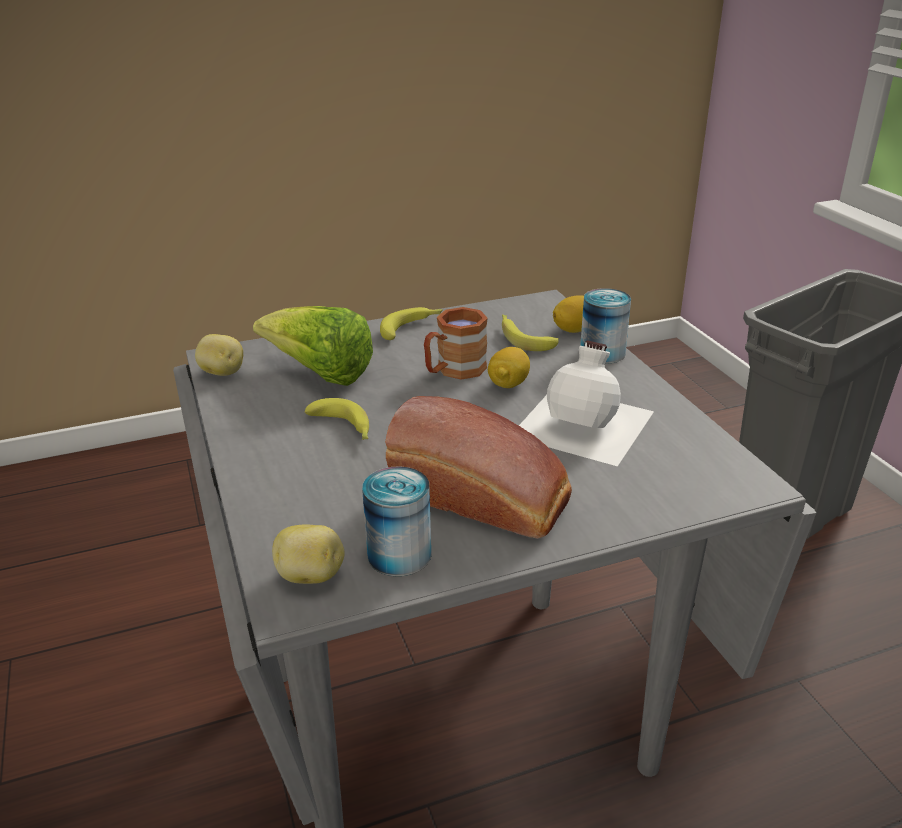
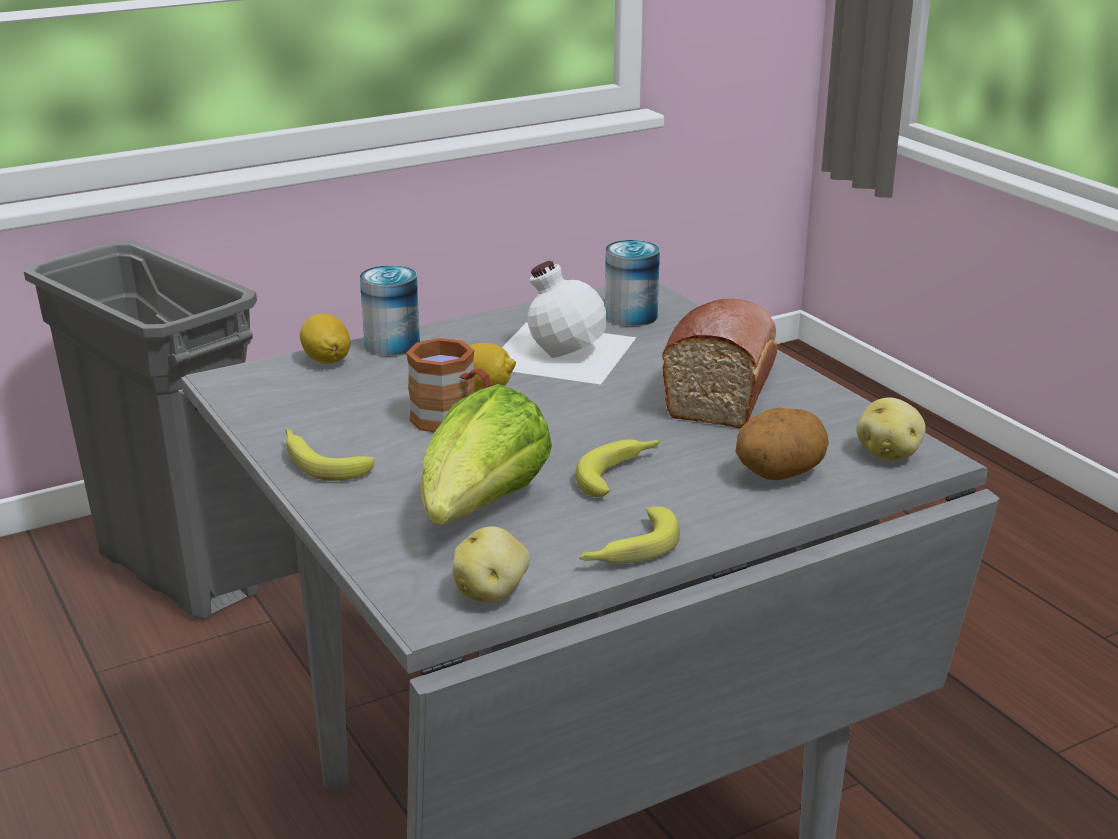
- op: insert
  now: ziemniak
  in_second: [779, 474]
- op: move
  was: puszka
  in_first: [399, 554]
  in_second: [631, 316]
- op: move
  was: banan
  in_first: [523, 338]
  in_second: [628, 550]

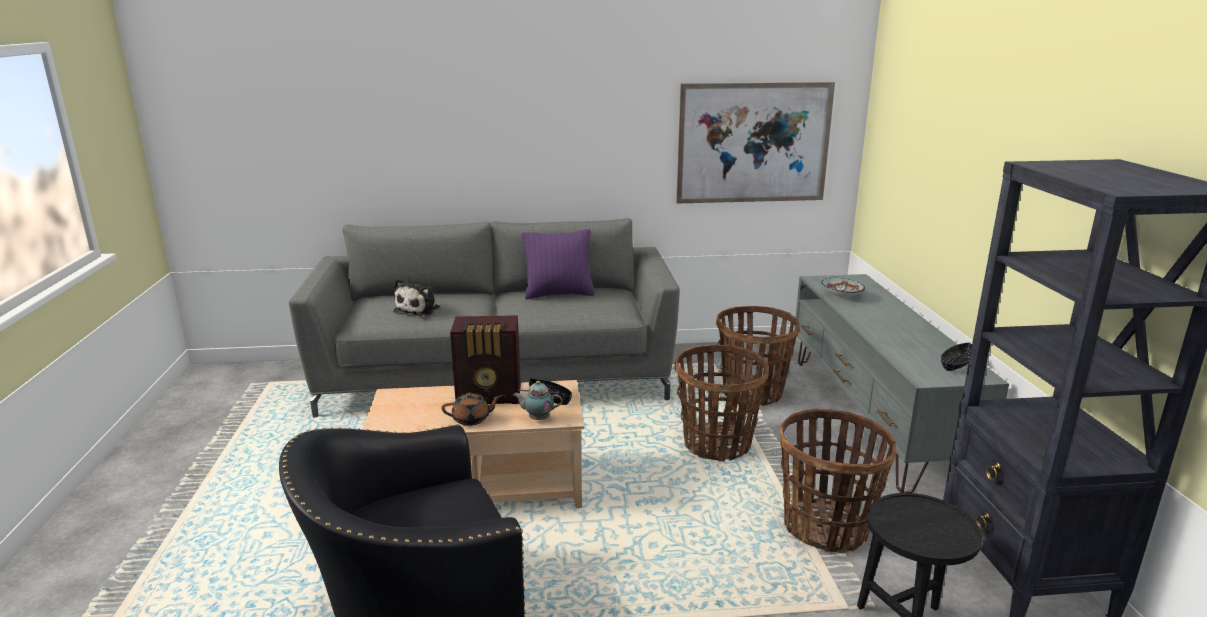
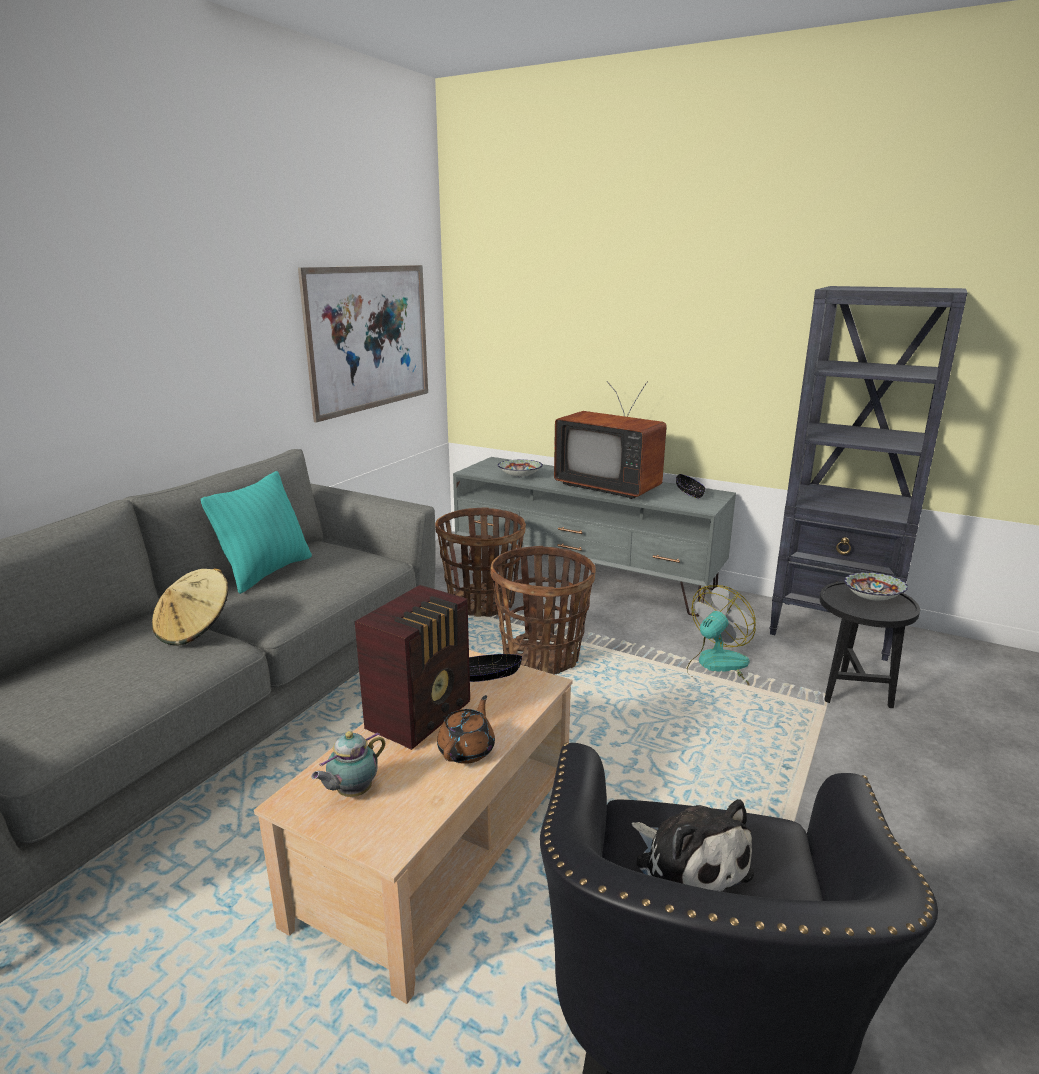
- op: insert
  now: kapelusz/beżowy
  in_second: [195, 629]
- op: insert
  now: telewizor
  in_second: [610, 486]
- op: insert
  now: miska
  in_second: [872, 598]
- op: move
  was: pluszak
  in_first: [419, 309]
  in_second: [688, 865]
- op: move
  was: imbryk
  in_first: [537, 419]
  in_second: [352, 792]
- op: replace
  was: koszyk
  now: wentylator
  in_first: [826, 528]
  in_second: [716, 667]
- op: recolor
  was: poduszka/fioletowy
  now: poduszka/turkusowy
  in_first: [559, 294]
  in_second: [267, 572]

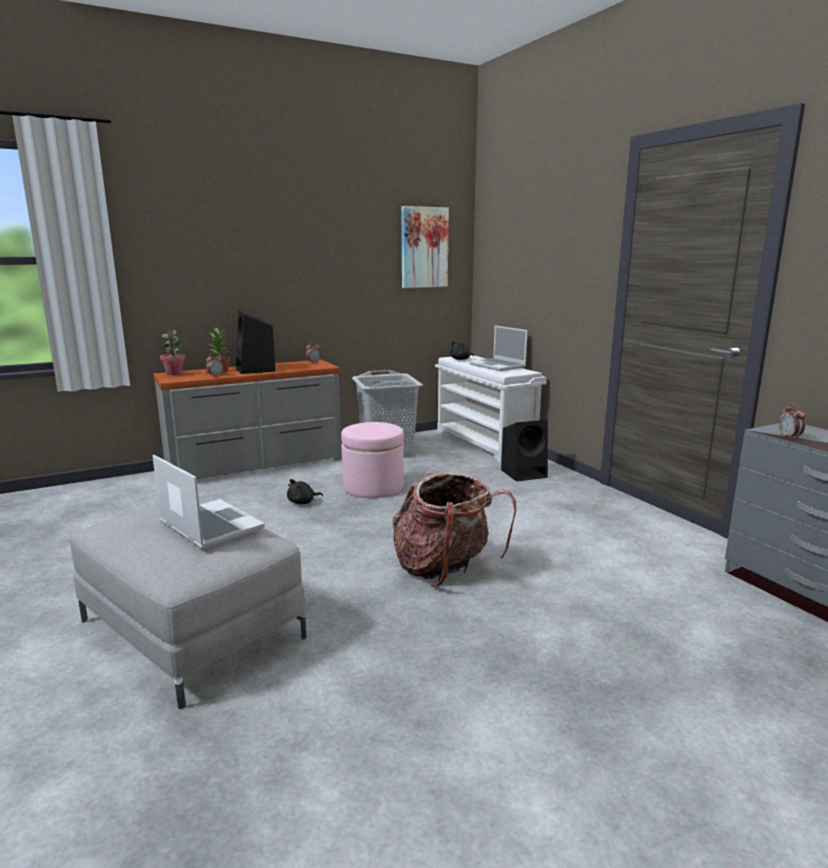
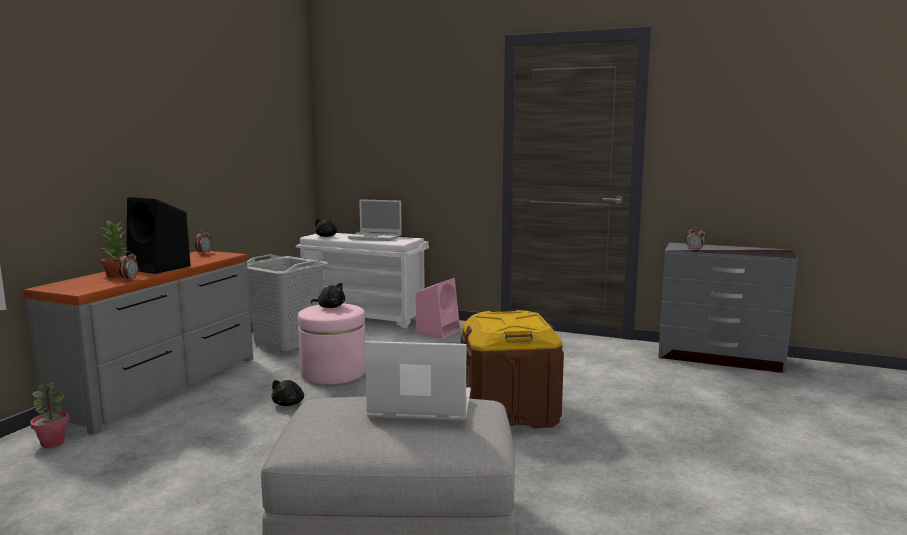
- op: delete
  was: obraz
  in_first: [424, 247]
- op: insert
  now: pluszak/czarny
  in_second: [330, 307]
- op: move
  was: roślina doniczkowa
  in_first: [174, 374]
  in_second: [53, 443]
- op: replace
  was: plecak
  now: pojemnik do przechowywania/brązowy
  in_first: [445, 569]
  in_second: [509, 412]
- op: recolor
  was: głośnik/czarny
  now: głośnik/różowy
  in_first: [524, 473]
  in_second: [438, 331]

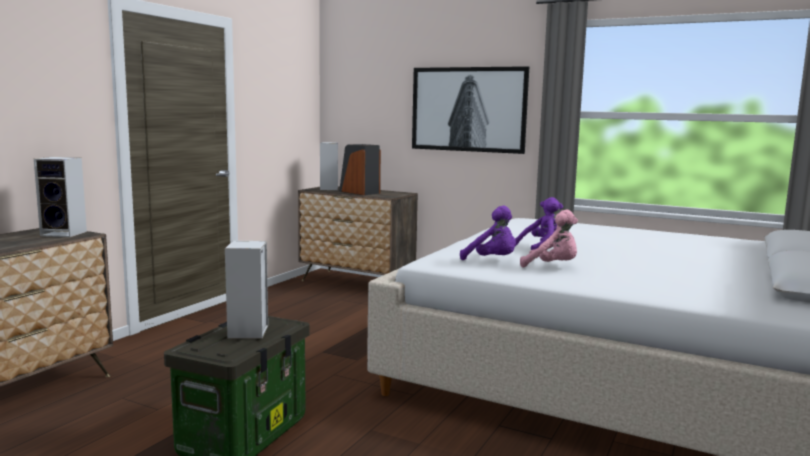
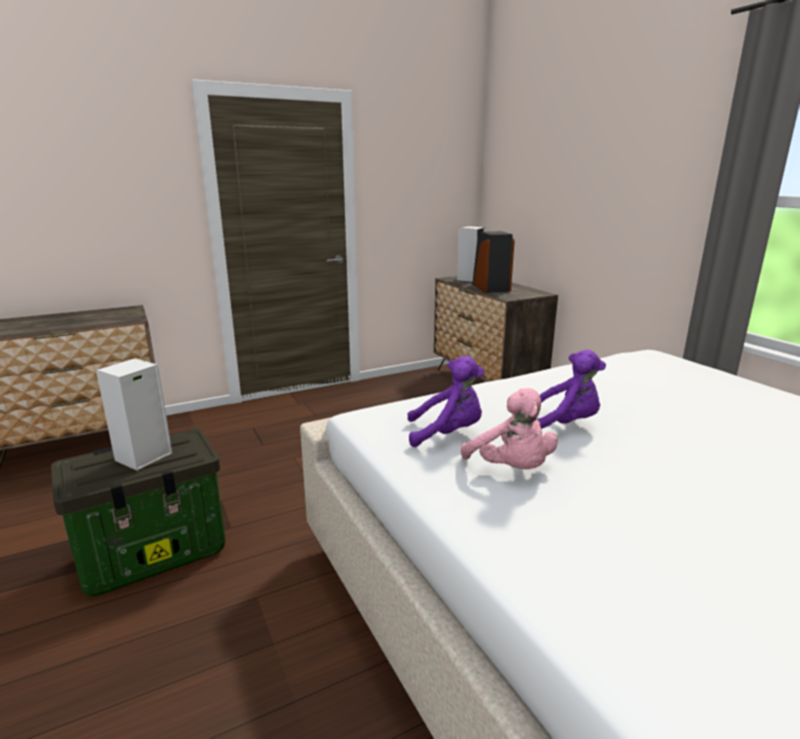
- op: delete
  was: głośnik
  in_first: [65, 233]
- op: delete
  was: obraz
  in_first: [468, 109]
- op: rotate
  was: pluszak/fioletowy
  in_first: [492, 261]
  in_second: [447, 434]
  clockwise: -75

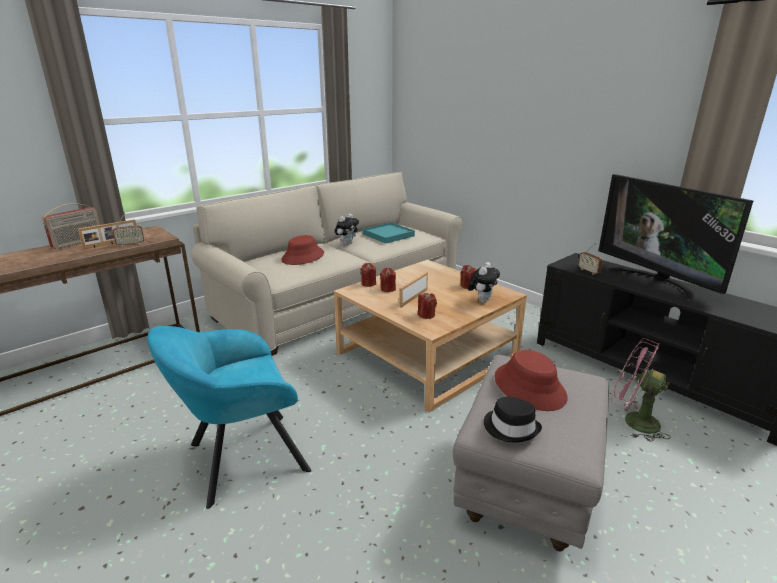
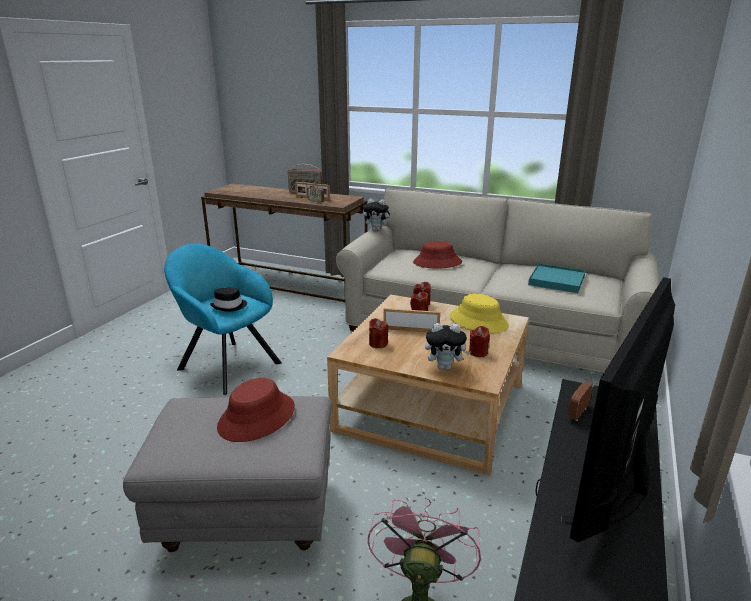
- op: insert
  now: kapelusz/żółty
  in_second: [478, 321]
- op: move
  was: pluszak
  in_first: [347, 243]
  in_second: [377, 230]
- op: move
  was: kapelusz/czarny
  in_first: [511, 427]
  in_second: [229, 306]

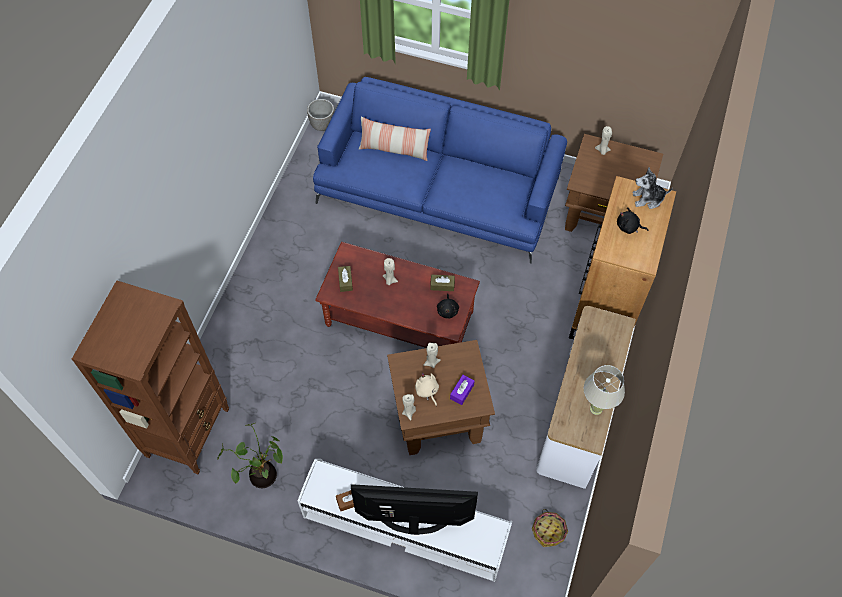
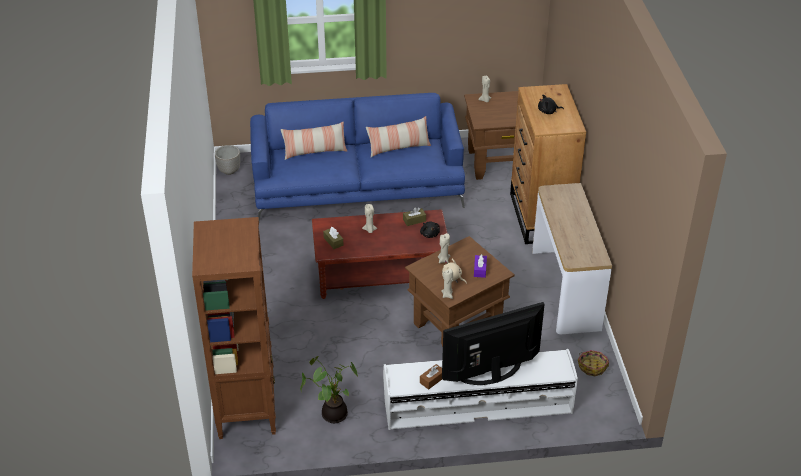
- op: delete
  was: lampa stołowa/beżowy
  in_first: [596, 409]
- op: delete
  was: pluszak
  in_first: [648, 199]
- op: insert
  now: poduszka
  in_second: [398, 147]

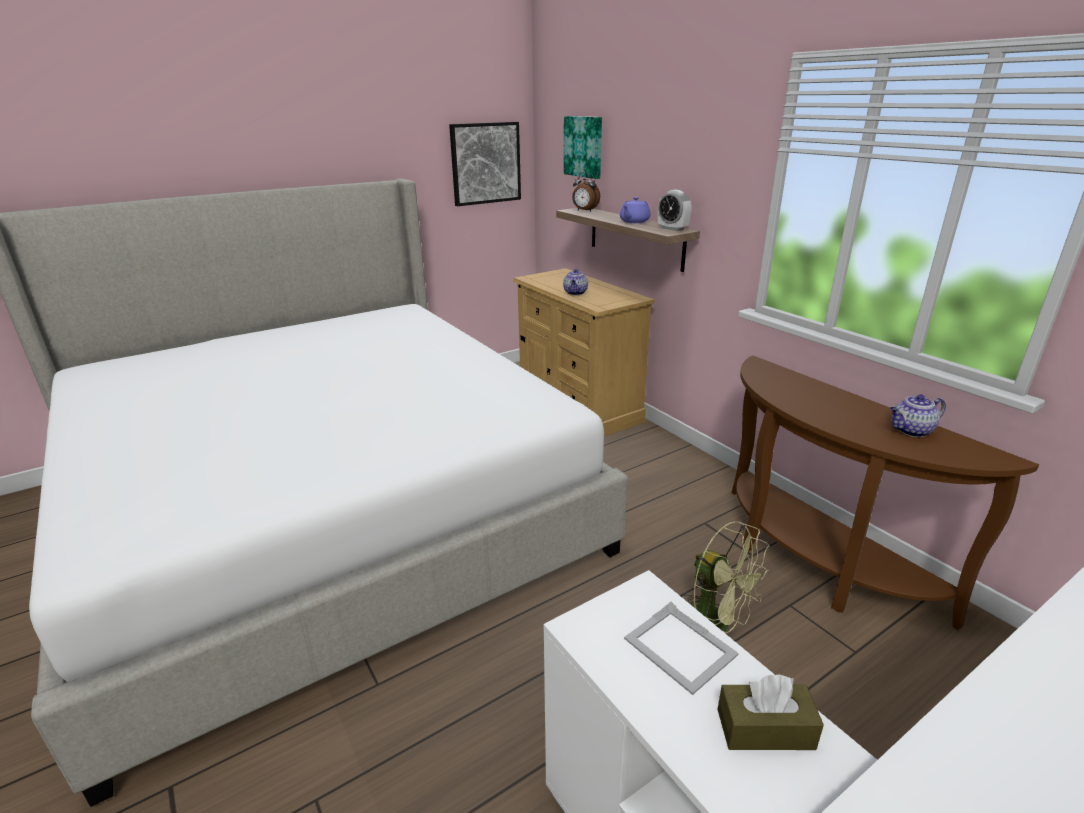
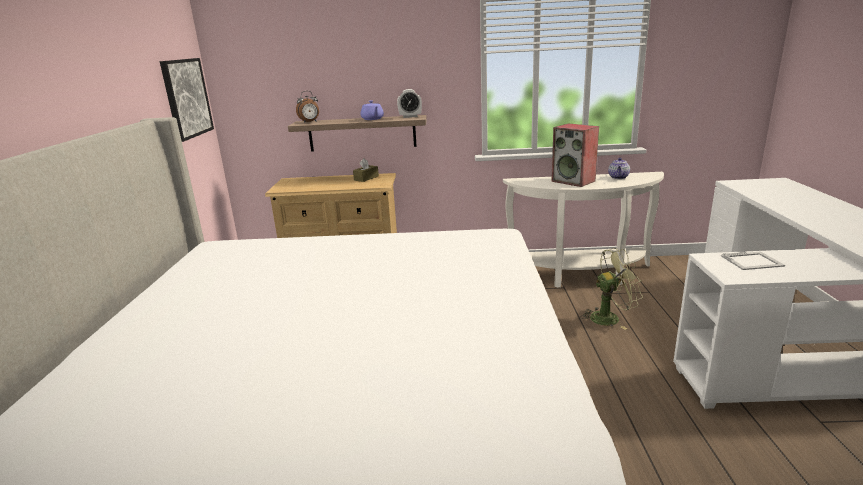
- op: delete
  was: imbryk
  in_first: [575, 293]
- op: delete
  was: obraz
  in_first: [584, 146]
- op: insert
  now: głośnik
  in_second: [574, 181]
- op: move
  was: pudełko chusteczek/brązowy
  in_first: [765, 729]
  in_second: [366, 178]
- op: recolor
  was: stolik konsolowy/brązowy
  now: stolik konsolowy/biały
  in_first: [811, 561]
  in_second: [581, 276]

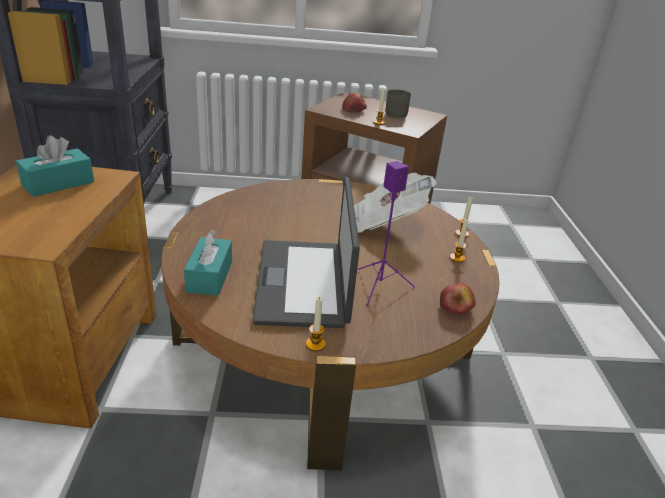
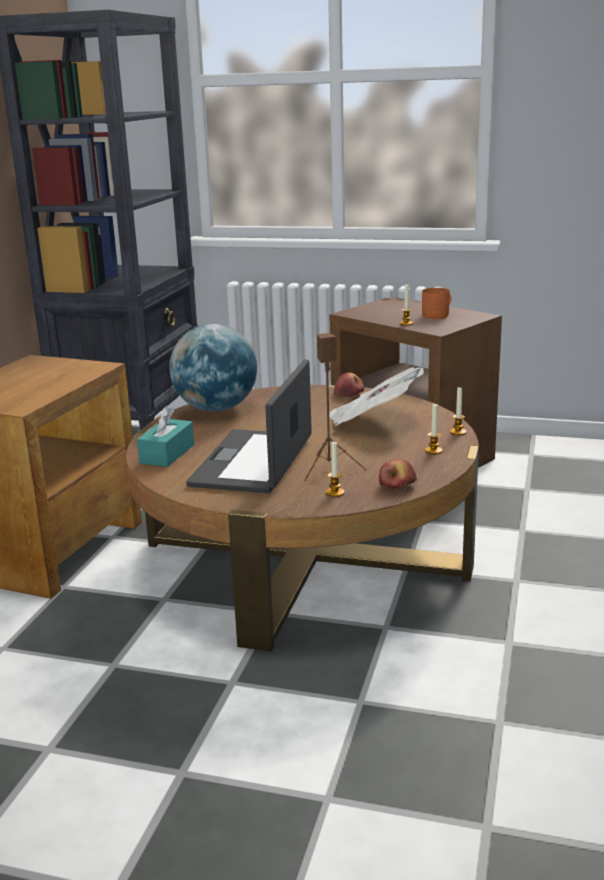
- op: delete
  was: pudełko chusteczek/turkusowy
  in_first: [58, 183]
- op: insert
  now: globus
  in_second: [216, 408]
- op: move
  was: świeca
  in_first: [315, 344]
  in_second: [335, 492]
- op: move
  was: jabłko
  in_first: [354, 110]
  in_second: [349, 393]
- op: recolor
  was: głośnik/fioletowy
  now: głośnik/brązowy
  in_first: [380, 286]
  in_second: [330, 468]
- op: recolor
  was: kubek/szary
  now: kubek/pomarańczowy
  in_first: [398, 113]
  in_second: [438, 315]

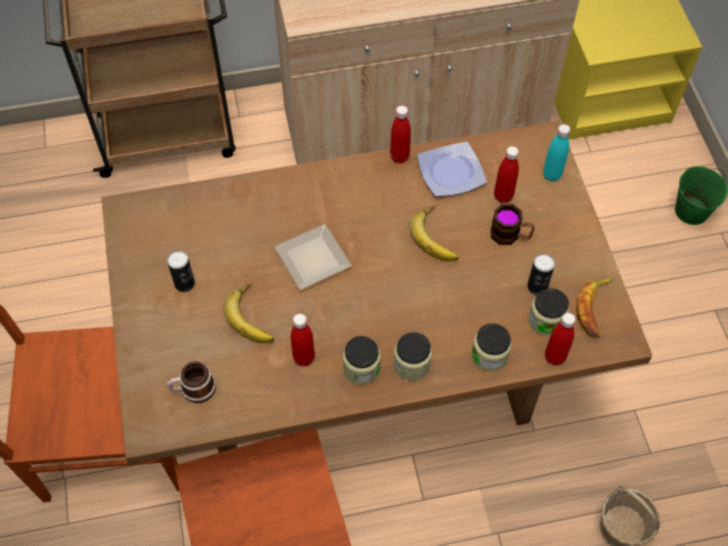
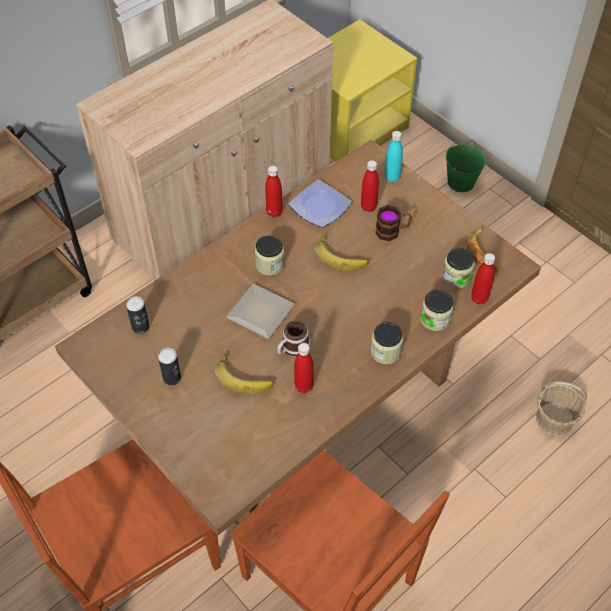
- op: move
  was: kubek
  in_first: [193, 389]
  in_second: [292, 348]
- op: move
  was: słoik
  in_first: [361, 368]
  in_second: [270, 264]
- op: move
  was: puszka
  in_first: [537, 286]
  in_second: [140, 327]

